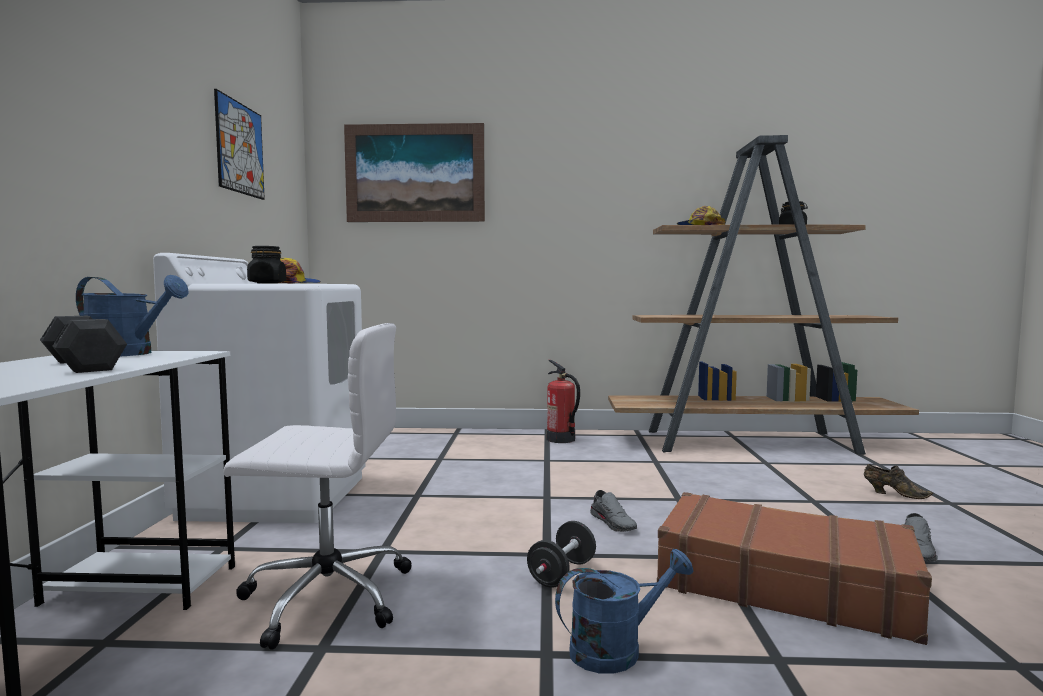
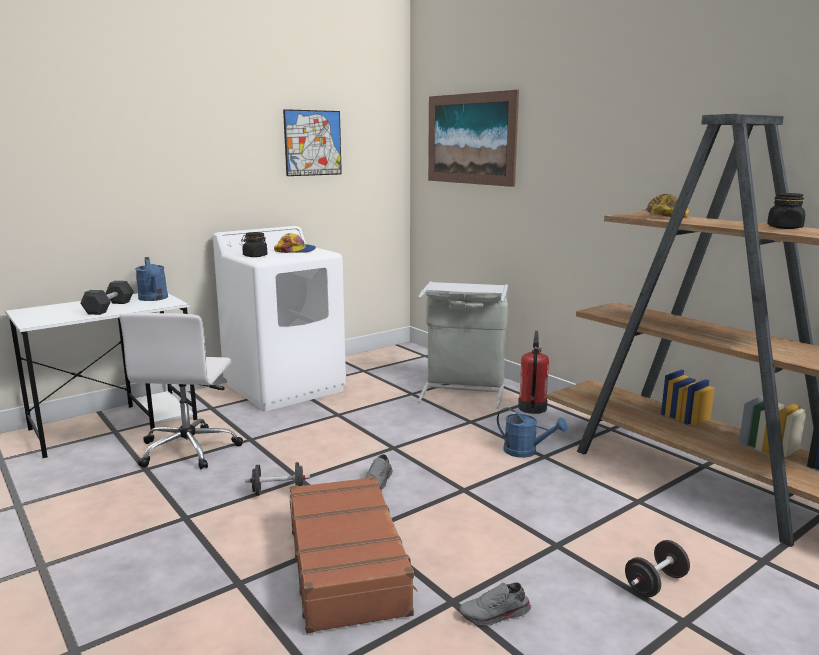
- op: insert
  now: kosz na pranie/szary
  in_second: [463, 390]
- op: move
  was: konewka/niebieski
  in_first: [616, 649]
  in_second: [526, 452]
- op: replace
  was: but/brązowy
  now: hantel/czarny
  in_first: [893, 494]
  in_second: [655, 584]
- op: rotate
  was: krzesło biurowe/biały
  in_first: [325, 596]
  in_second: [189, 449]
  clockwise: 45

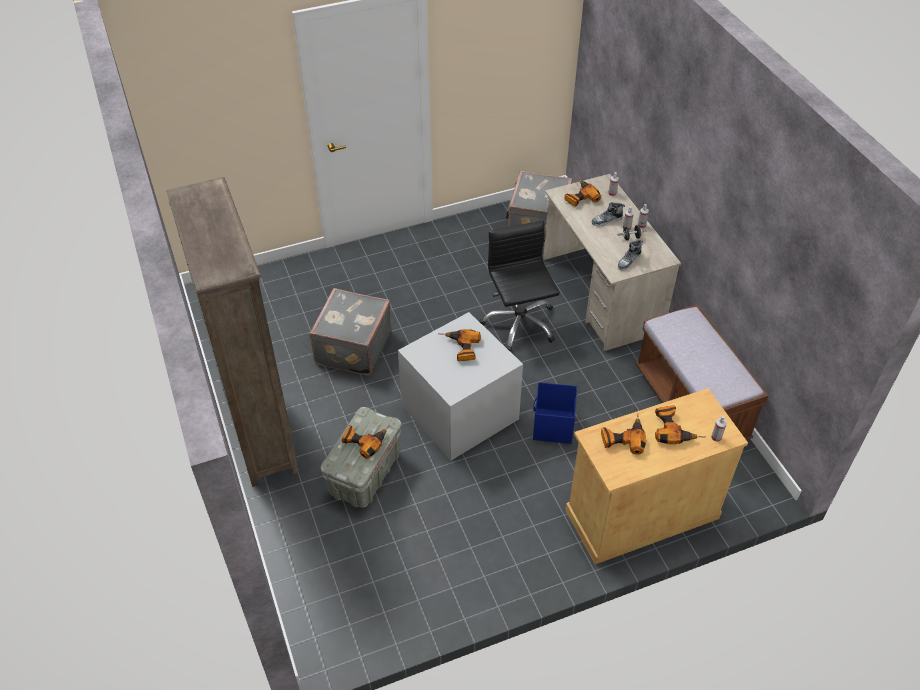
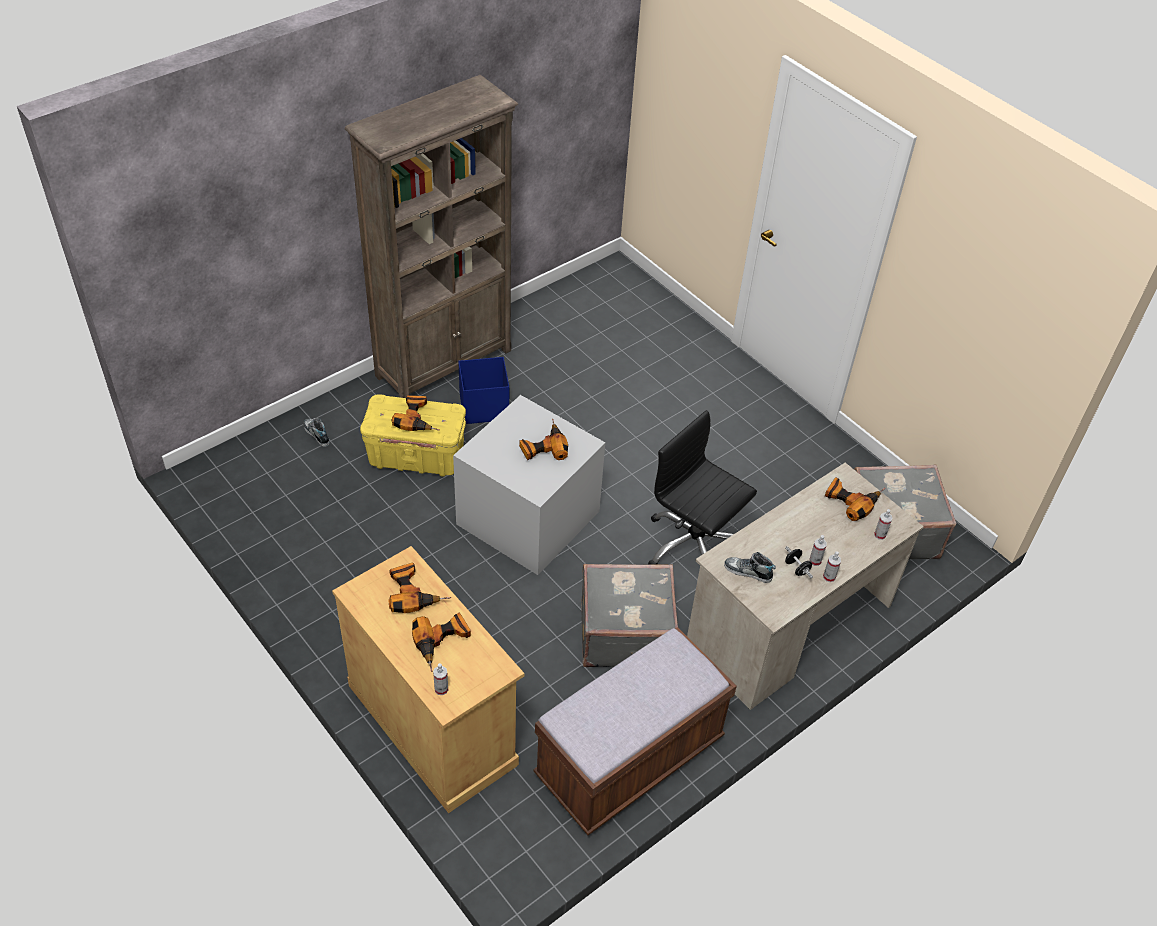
- op: move
  was: walizka/szary
  in_first: [352, 348]
  in_second: [624, 633]
- op: move
  was: pojemnik do przechowywania/niebieski
  in_first: [552, 426]
  in_second: [483, 407]
- op: move
  was: but
  in_first: [607, 220]
  in_second: [316, 434]
- op: recolor
  was: pojemnik do przechowywania/szary
  now: pojemnik do przechowywania/żółty
  in_first: [365, 473]
  in_second: [417, 456]
- op: rotate
  was: krzesło biurowe/czarny
  in_first: [519, 324]
  in_second: [693, 546]
  clockwise: -105

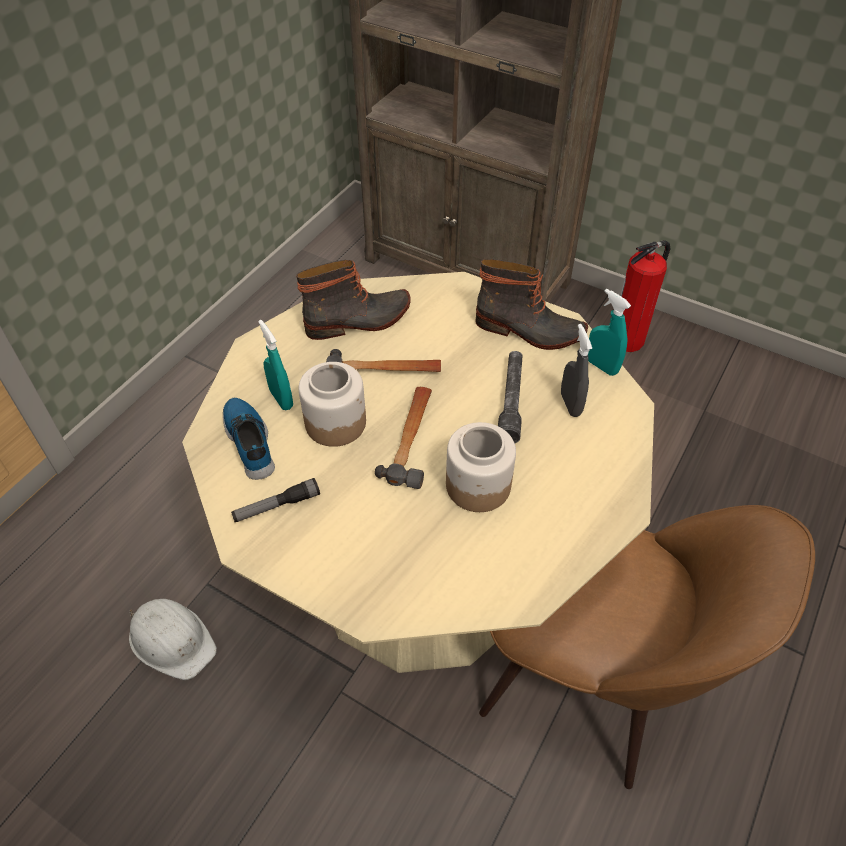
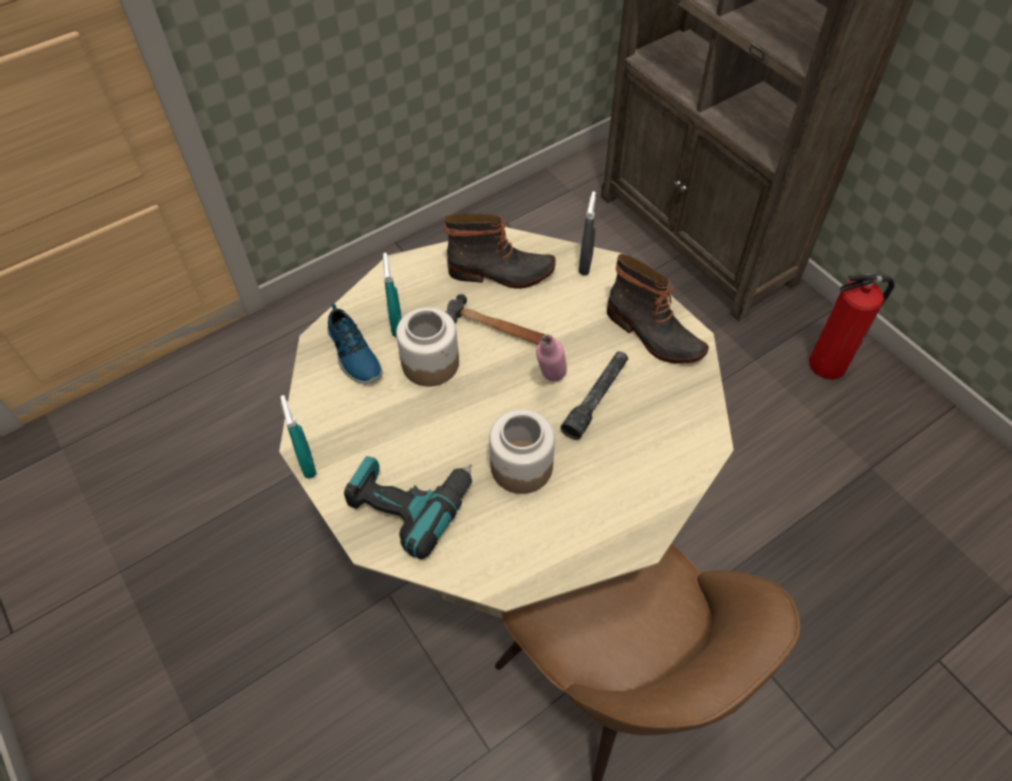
- op: delete
  was: kask/biały
  in_first: [172, 639]
- op: delete
  was: latarka
  in_first: [276, 506]
- op: delete
  was: młotek
  in_first: [412, 439]
- op: insert
  now: wiertarka
  in_second: [410, 502]
- op: insert
  now: butelka/różowy
  in_second: [550, 383]
- op: move
  was: spryskiwacz/szary
  in_first: [570, 404]
  in_second: [585, 264]
- op: move
  was: spryskiwacz/turkusowy
  in_first: [601, 366]
  in_second: [307, 463]
- op: rotate
  was: but
  in_first: [251, 441]
  in_second: [353, 354]
  clockwise: 150

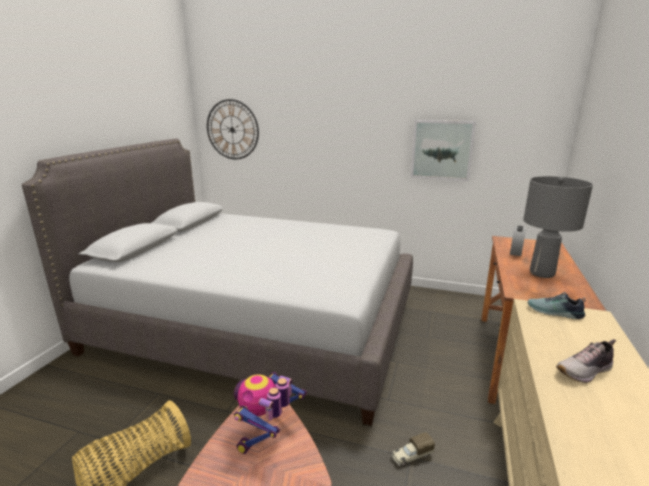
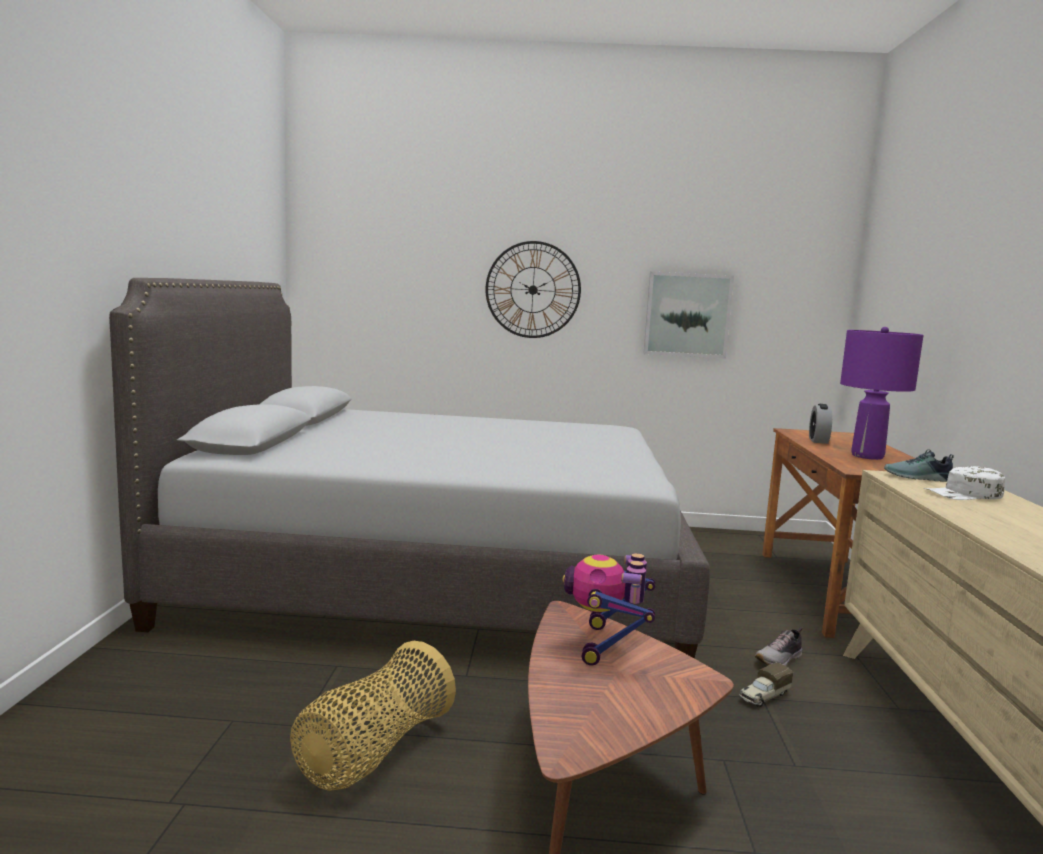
- op: insert
  now: czapka z daszkiem/biały
  in_second: [964, 494]
- op: move
  was: zegar ścienny
  in_first: [232, 130]
  in_second: [533, 290]
- op: move
  was: but
  in_first: [585, 371]
  in_second: [779, 660]
- op: recolor
  was: lampa stołowa/szary
  now: lampa stołowa/fioletowy
  in_first: [542, 273]
  in_second: [867, 456]

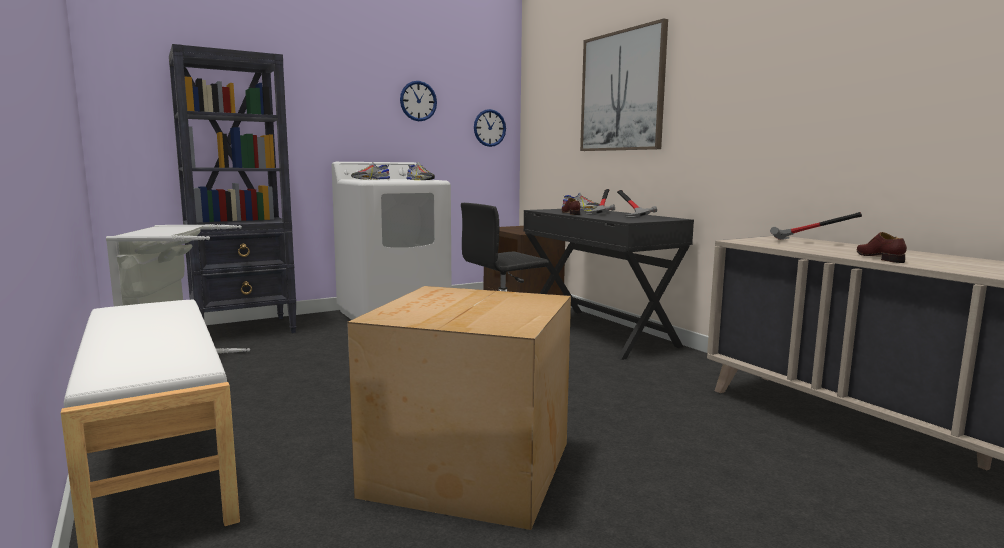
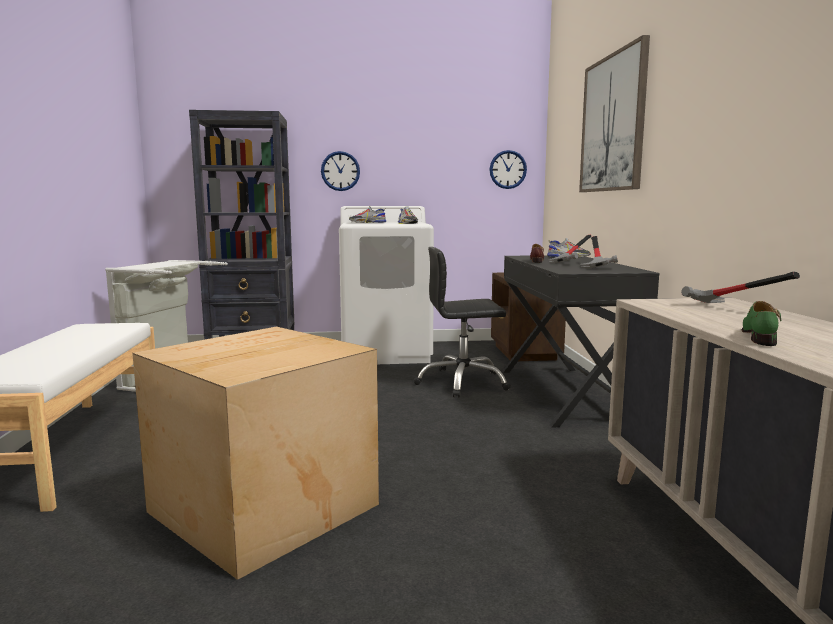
- op: move
  was: zegar ścienny
  in_first: [418, 101]
  in_second: [340, 171]
- op: recolor
  was: but/brązowy
  now: but/zielony
  in_first: [879, 258]
  in_second: [760, 337]

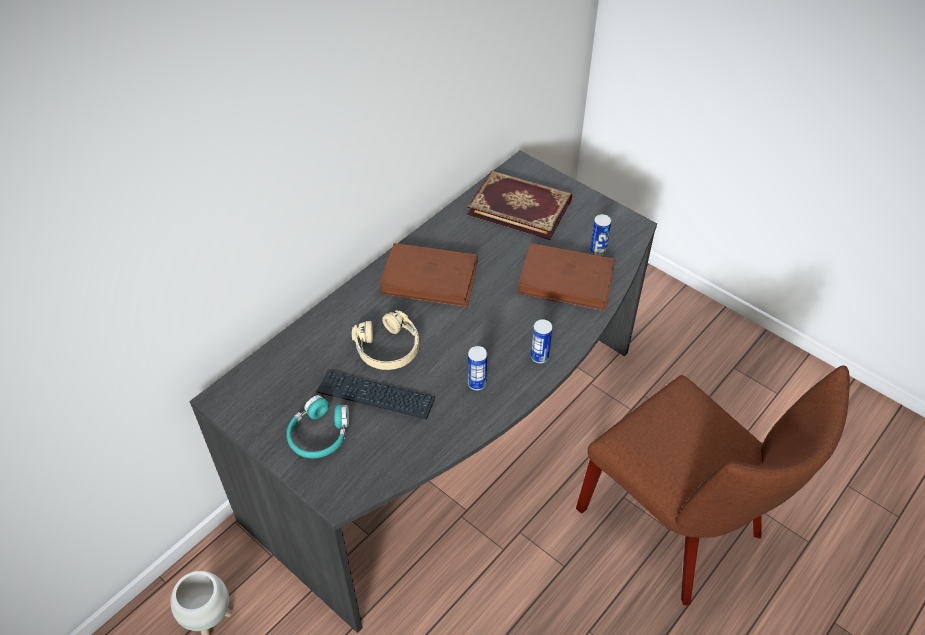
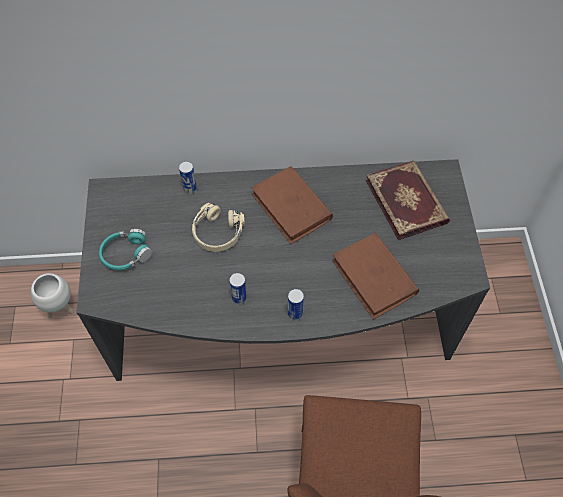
- op: delete
  was: klawiatura
  in_first: [375, 396]
- op: move
  was: puszka
  in_first: [597, 251]
  in_second: [190, 188]

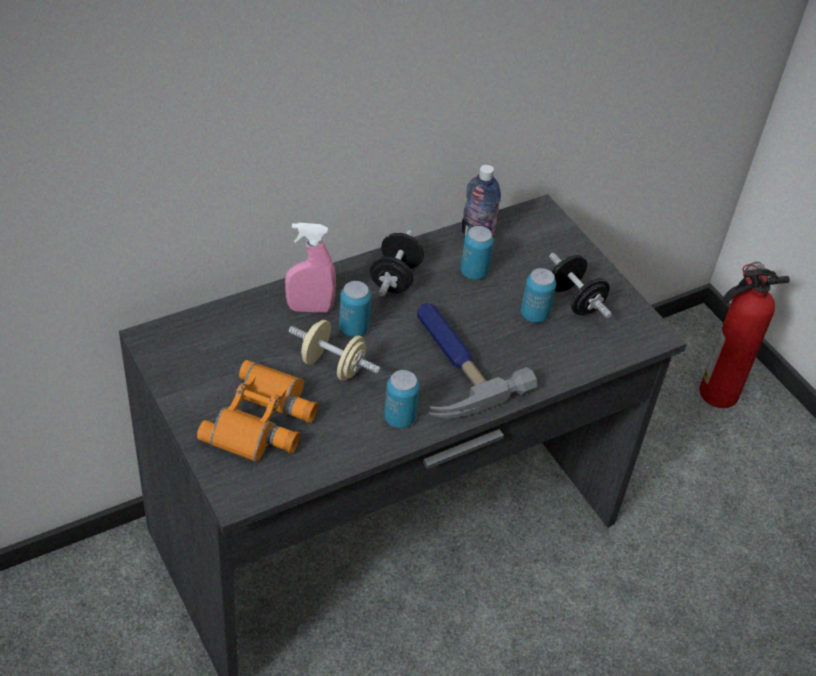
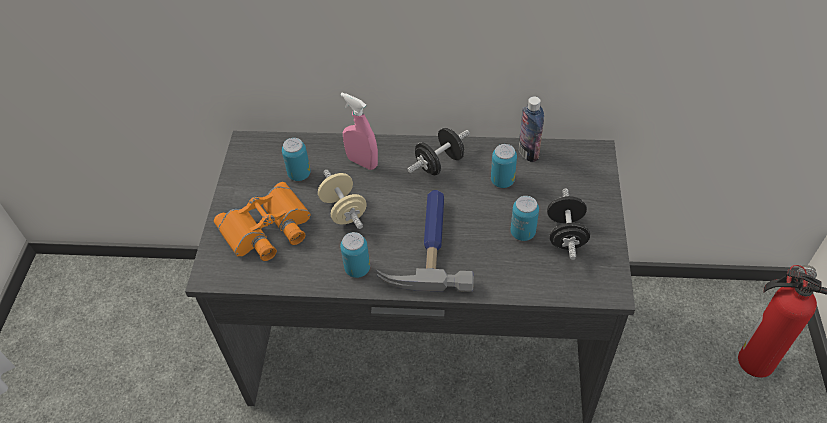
- op: move
  was: puszka
  in_first: [353, 328]
  in_second: [299, 174]

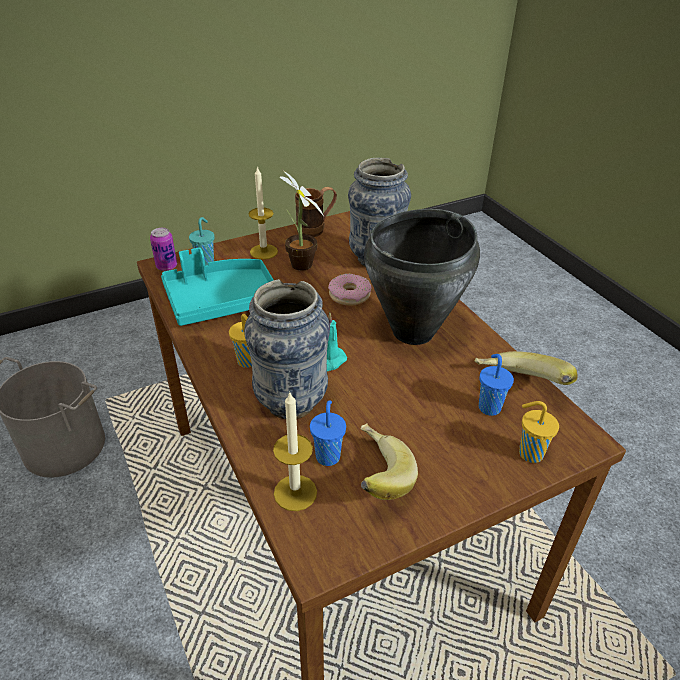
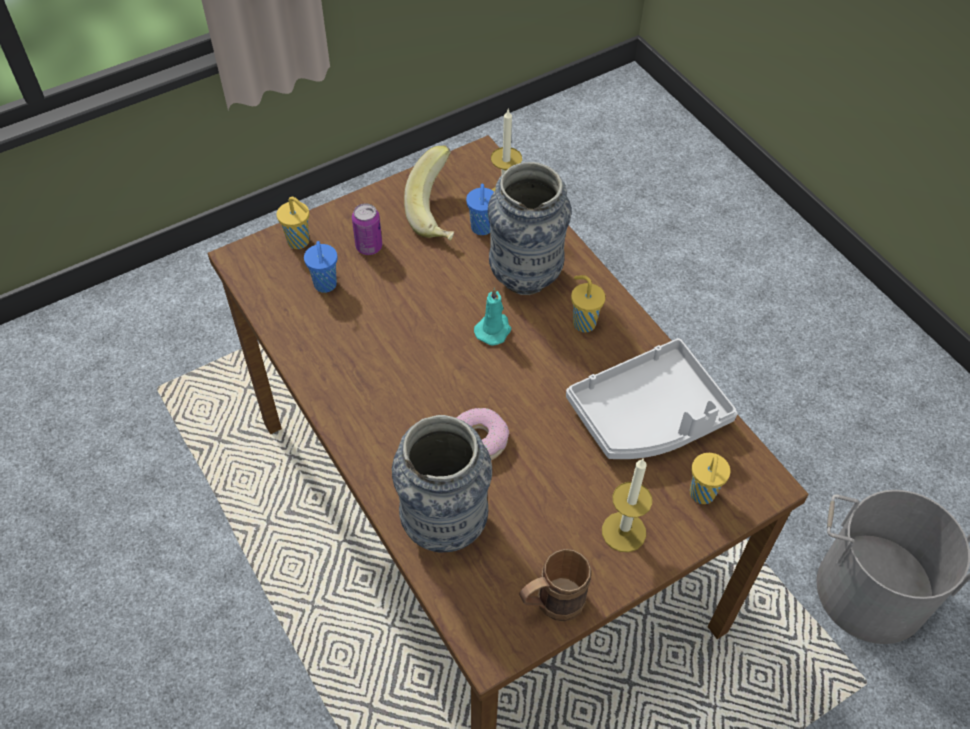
- op: delete
  was: roślina doniczkowa
  in_first: [301, 267]
- op: delete
  was: garnek/czarny
  in_first: [414, 332]
- op: delete
  was: banan
  in_first: [518, 387]
- op: move
  was: puszka
  in_first: [166, 266]
  in_second: [369, 247]
- op: recolor
  was: taca/turkusowy
  now: taca/szary
  in_first: [221, 301]
  in_second: [648, 415]
- op: recolor
  was: filiżanka/turkusowy
  now: filiżanka/żółty
  in_first: [206, 263]
  in_second: [702, 495]

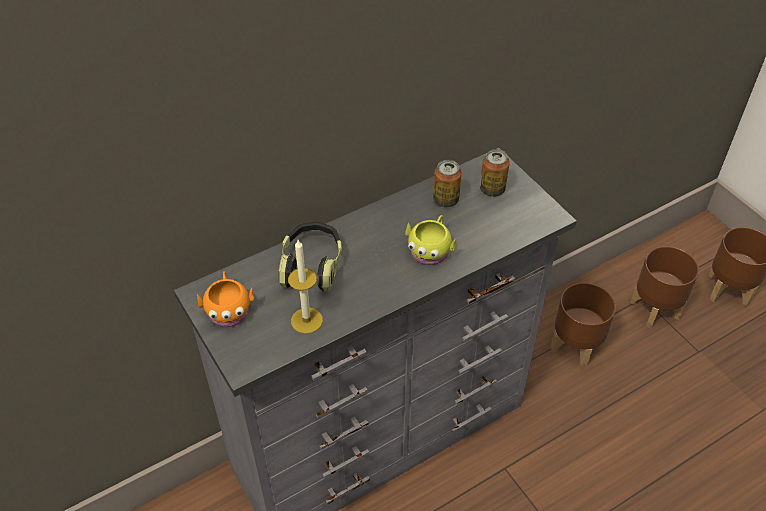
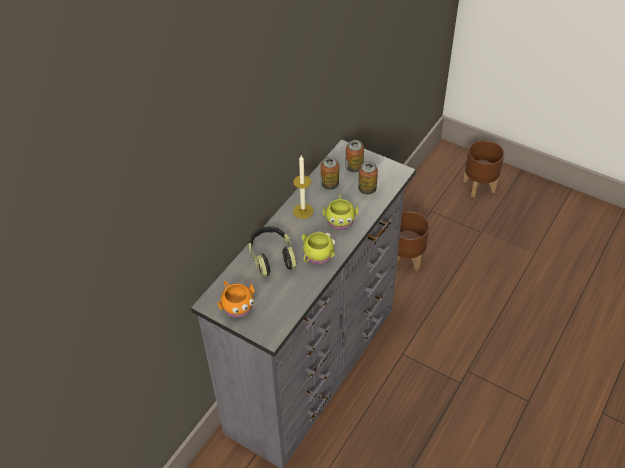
- op: delete
  was: donica/brązowy
  in_first: [655, 309]
- op: insert
  now: kubek/żółty
  in_second: [317, 256]
- op: insert
  now: puszka
  in_second: [367, 189]
- op: move
  was: świeca
  in_first: [306, 320]
  in_second: [303, 211]

